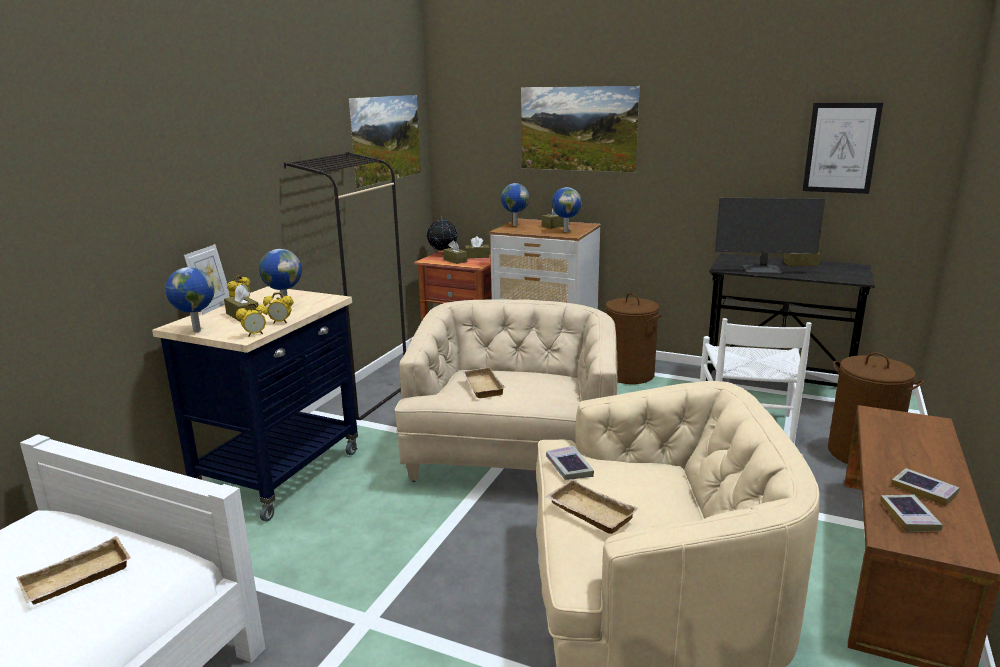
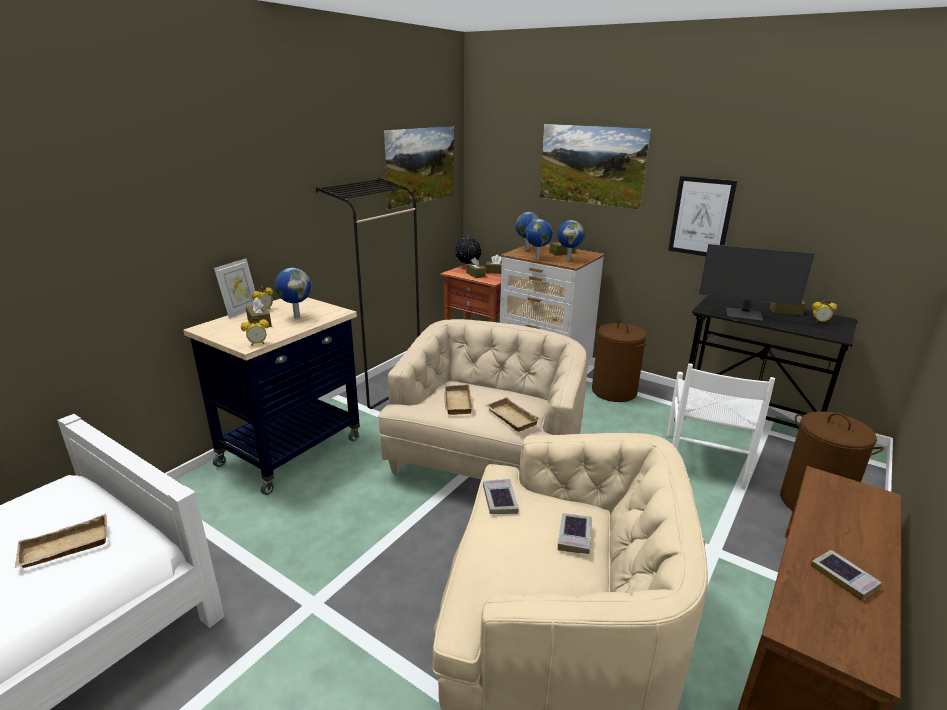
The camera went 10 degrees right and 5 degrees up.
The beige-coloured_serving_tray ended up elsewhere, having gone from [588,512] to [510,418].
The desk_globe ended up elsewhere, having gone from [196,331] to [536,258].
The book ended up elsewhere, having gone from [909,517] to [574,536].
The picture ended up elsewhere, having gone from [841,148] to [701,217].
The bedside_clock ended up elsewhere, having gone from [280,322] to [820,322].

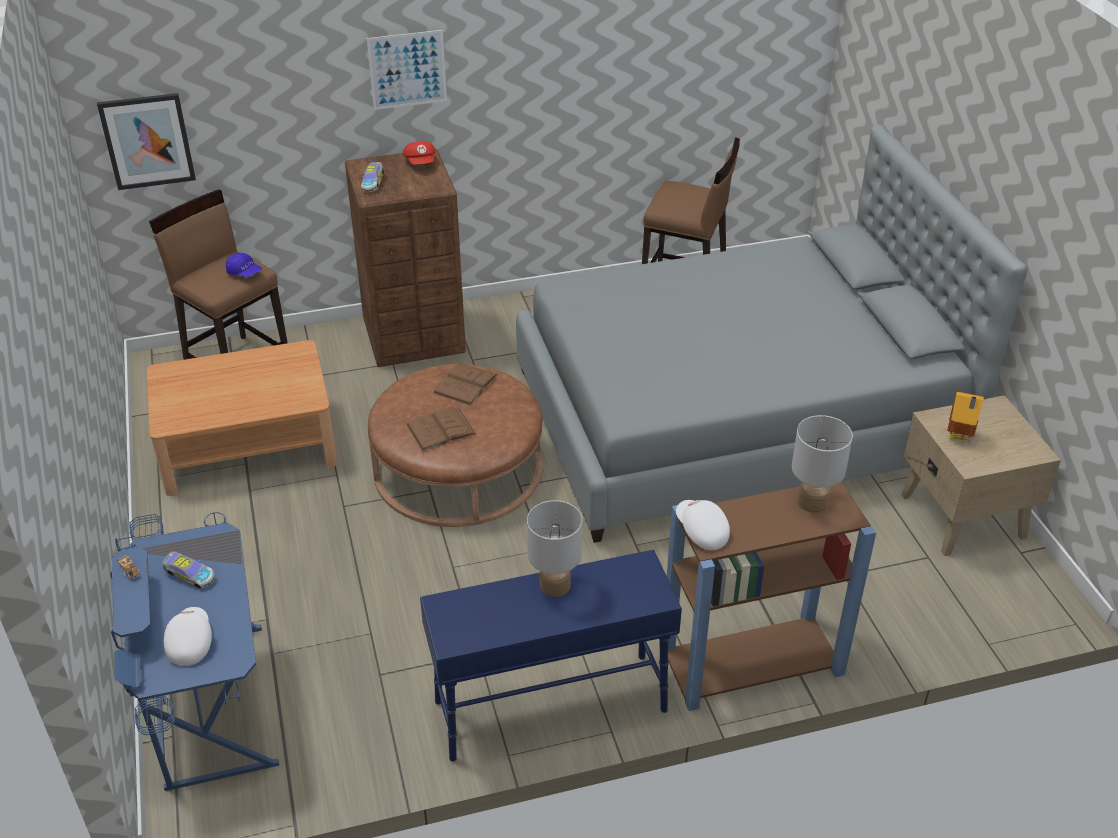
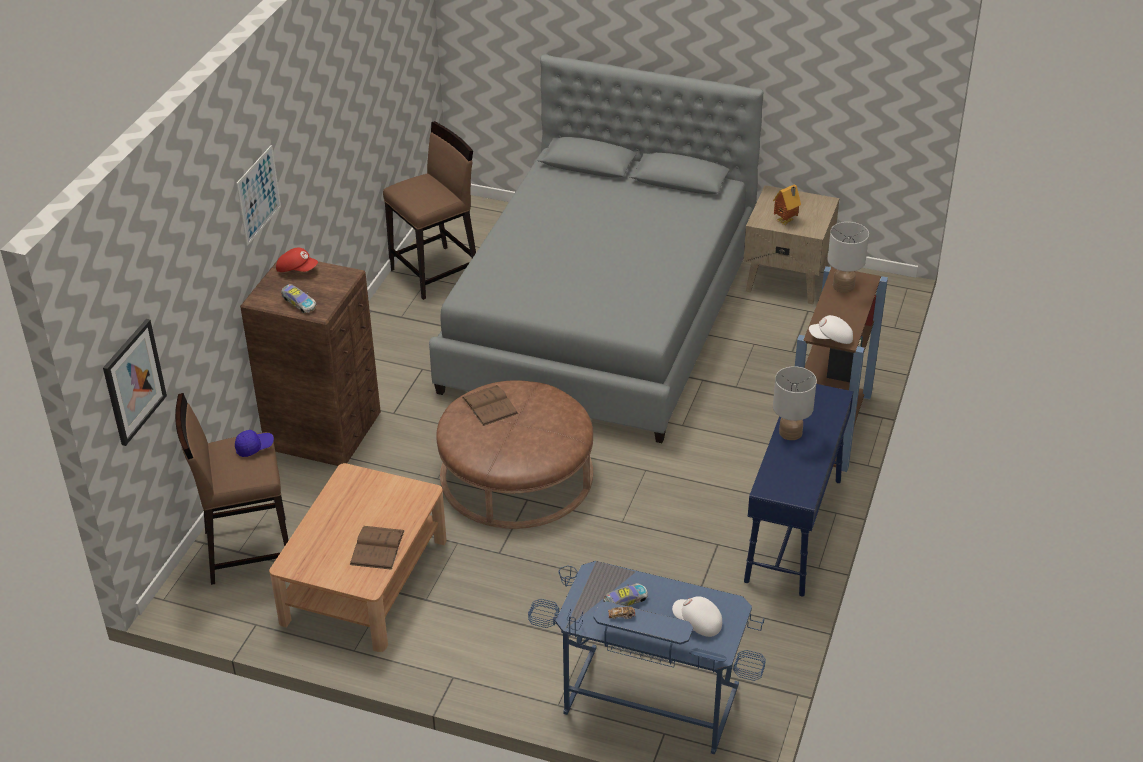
The camera went 55 degrees left and 0 degrees up.
The brown-coloured_book ended up elsewhere, having gone from [441,429] to [377,547].

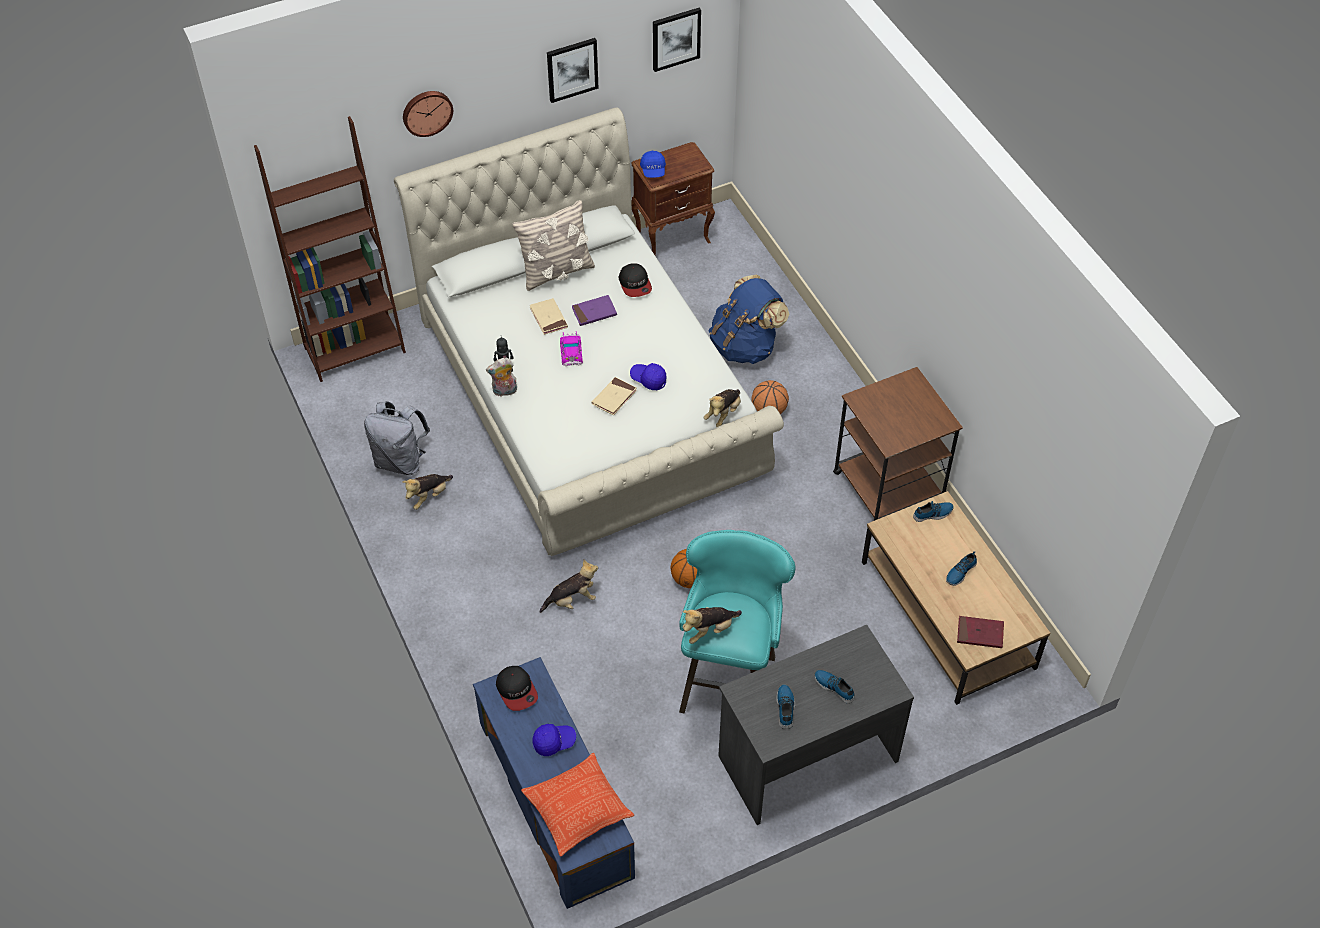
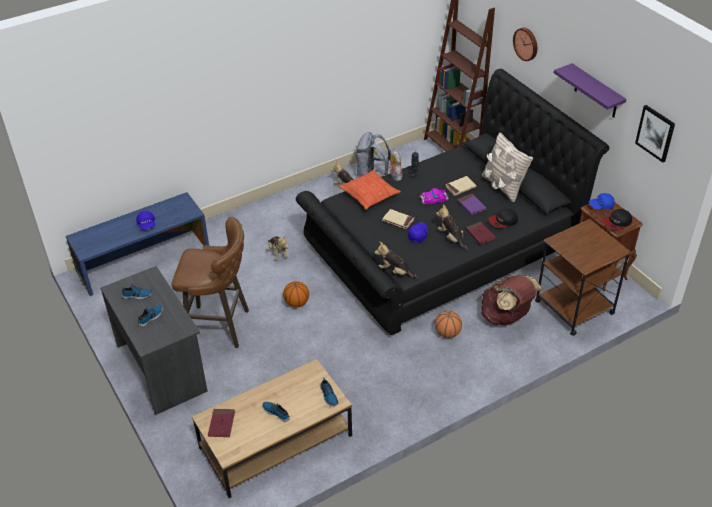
The camera went 85 degrees right and 10 degrees down.
What was the turquoise-coloured_stool_seat at [729,679] turned into the brown-coloured_stool_seat at [220,327].
What was the beige-coloured_bedroom_bed at [589,391] turned into the black_bedroom_bed at [443,244].
The orange-coloured_pillow ended up elsewhere, having gone from [578,810] to [369,195].
The cuddly_toy ended up elsewhere, having gone from [709,630] to [451,238].
The second view gained the reddish_book at [480,234].
What was the blue-coloured_backpack at [745,345] turned into the brown-coloured_backpack at [506,317].
The brown-coloured_wheeled_cart ended up elsewhere, having gone from [888,489] to [573,308].
Where the picture hung at [572,69], the purplish_bracket_shelf came to hang at [596,92].
The baseball_cap ended up elsewhere, having gone from [517,690] to [617,222].

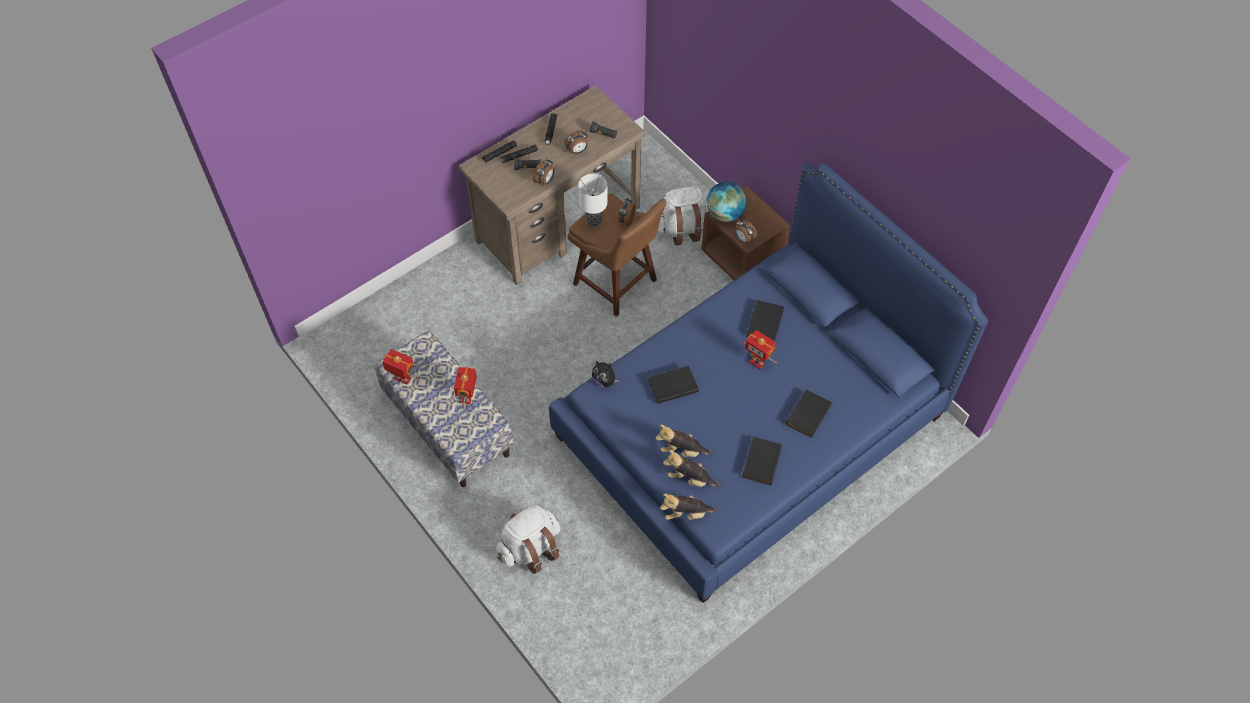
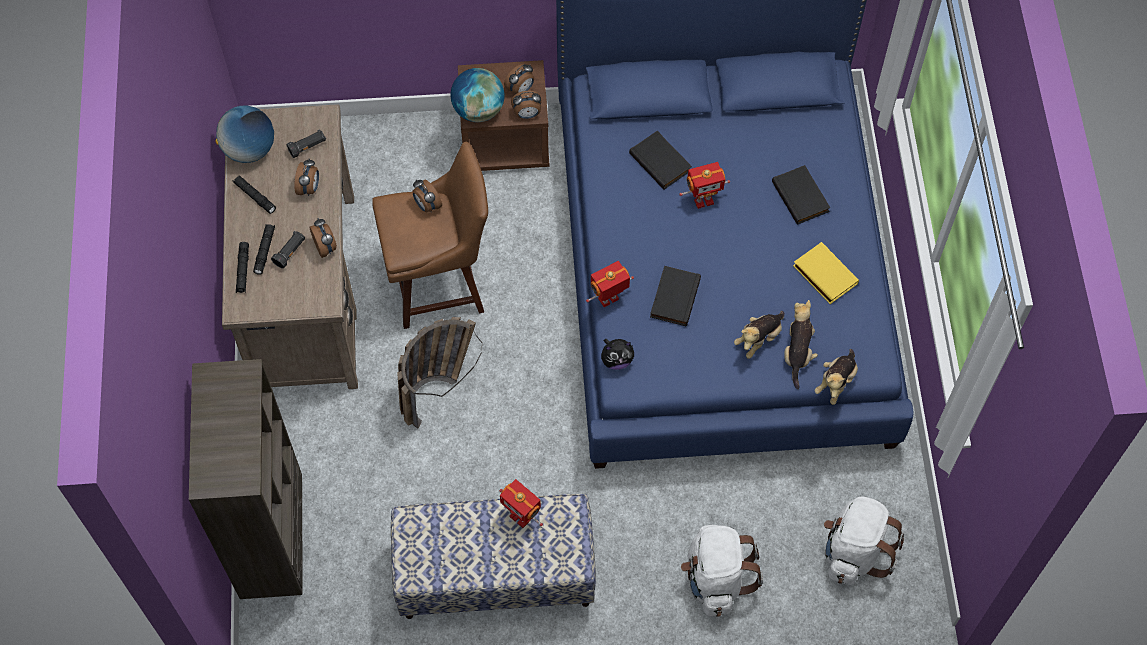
The camera went 55 degrees left and 5 degrees up.
The second view gained the brown-coloured_bookcase at [274,545].
The second view gained the desk_globe at [249,149].
The second view gained the basket at [437,389].
The second view gained the bedside_clock at [520,89].
The robot_figure ended up elsewhere, having gone from [402,379] to [609,300].
The cuddly_toy at [690,478] ended up facing another way, 135 degrees clockwise from before.
What was the black_book at [760,461] turned into the yellow_book at [823,275].
The white_backpack ended up elsewhere, having gone from [682,229] to [854,551].
The second view lost the tabletop_lamp at [593,220].

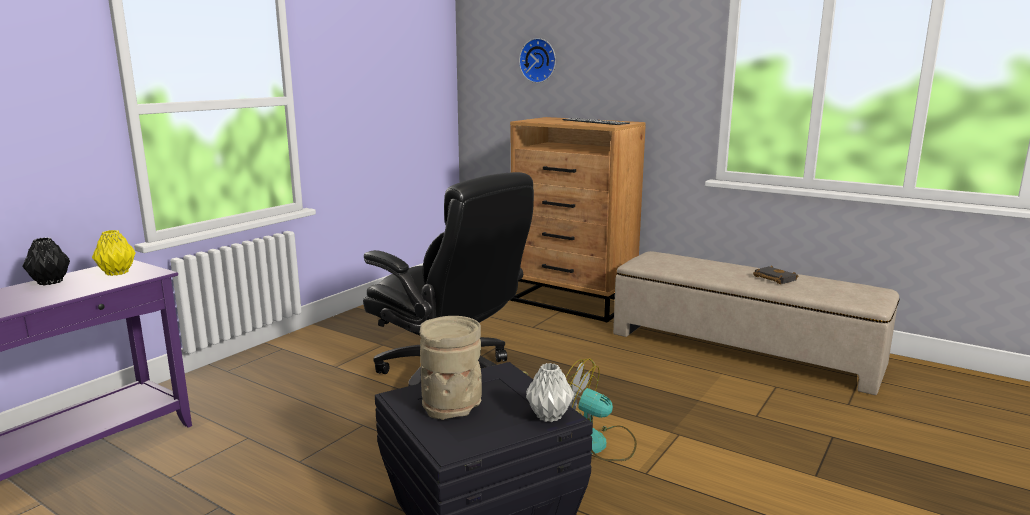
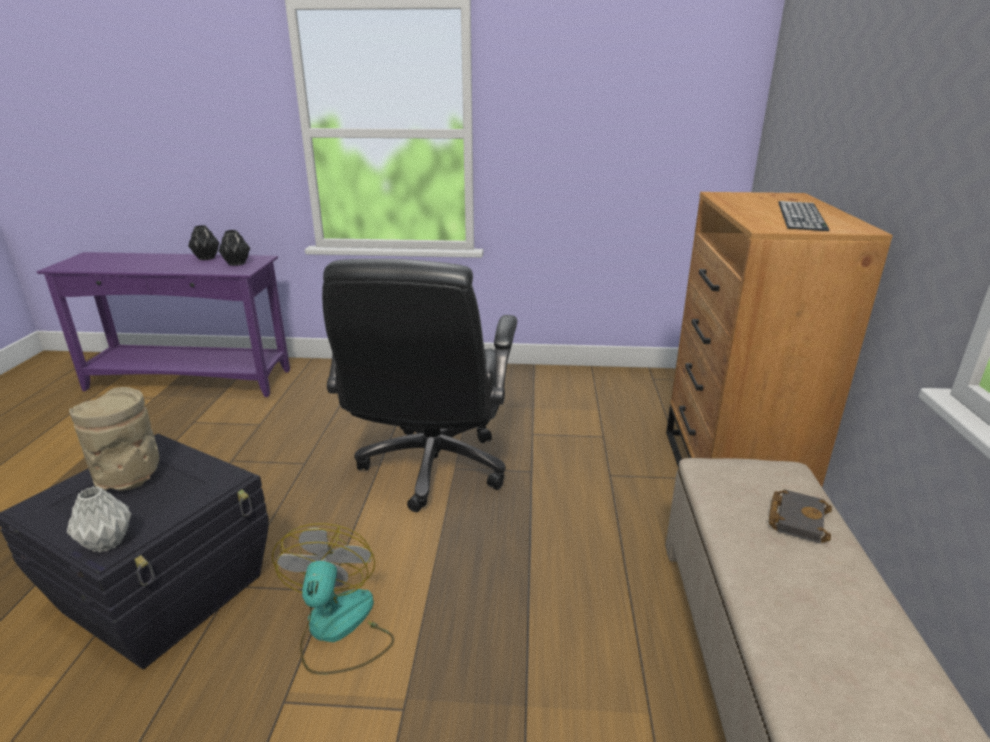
The camera went 60 degrees right and 10 degrees up.
What was the yellow_decorative_vase at [116,273] turned into the black_decorative_vase at [237,263].
The black_book ended up elsewhere, having gone from [773,278] to [796,518].
The second view lost the wall_clock at [539,60].

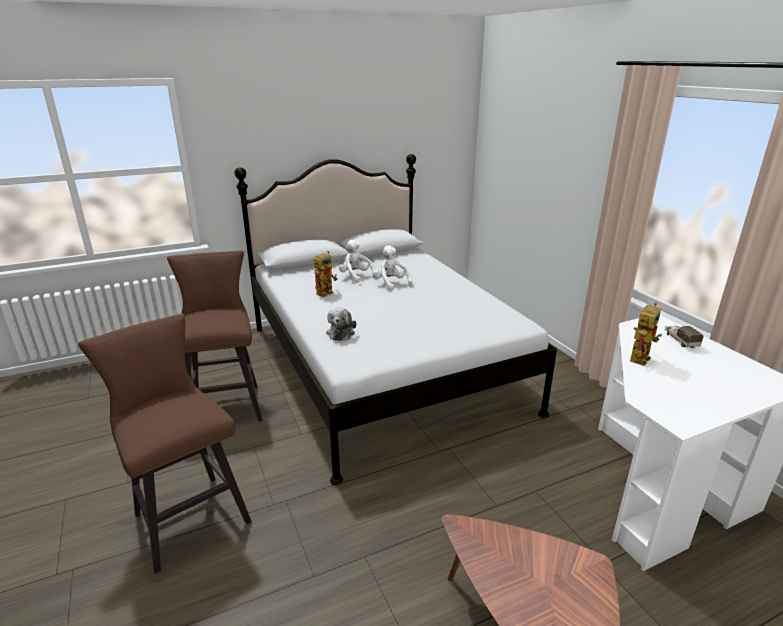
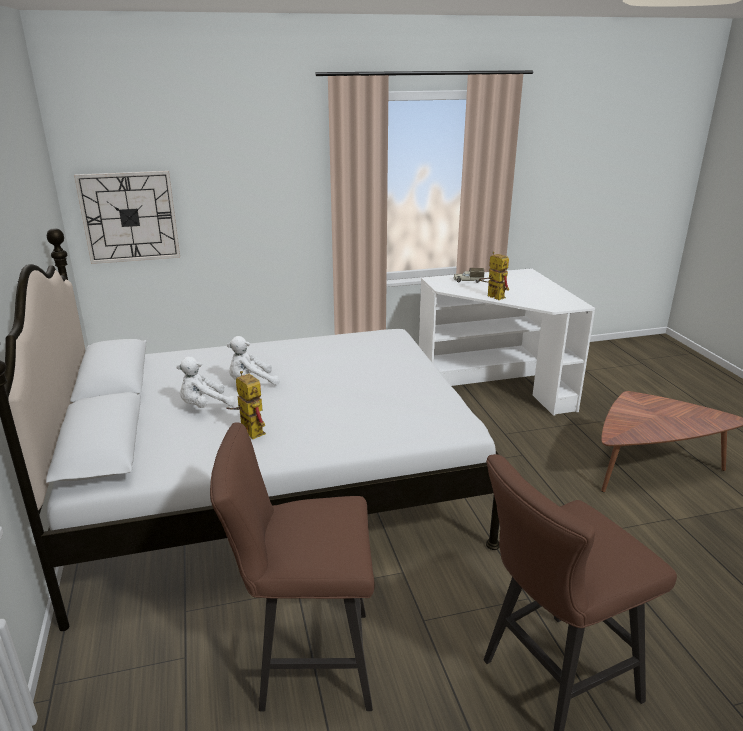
The camera went 80 degrees left and 0 degrees up.
The second view gained the wall_clock at [129,217].
The second view lost the cuddly_toy at [341,332].

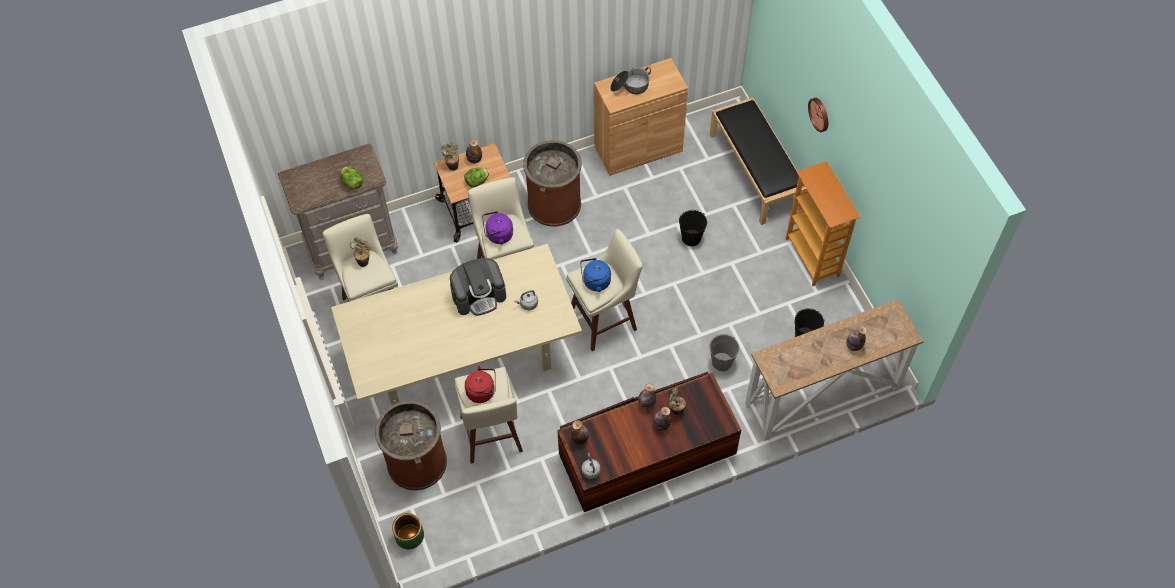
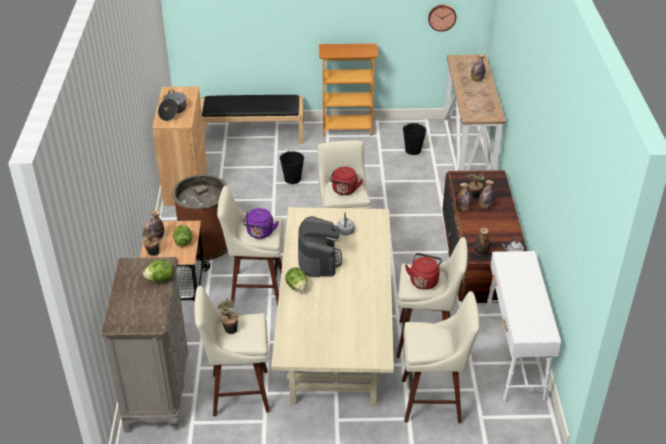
The camera went 70 degrees left and 20 degrees down.
The second view gained the head_of_lettuce at [297,287].
What was the blue-coloured_kettle at [595,282] turned into the reddish_kettle at [344,191].
Where the brown-coloured_waste_bin stood at [416,462], the beige-coloured_stool_seat came to stand at [433,401].
The wall_clock ended up elsewhere, having gone from [820,114] to [442,17].
The second view gained the white_console_table at [513,354].
The second view lost the green-coloured_flower_pot at [409,536].
The second view lost the grey_pail at [722,362].

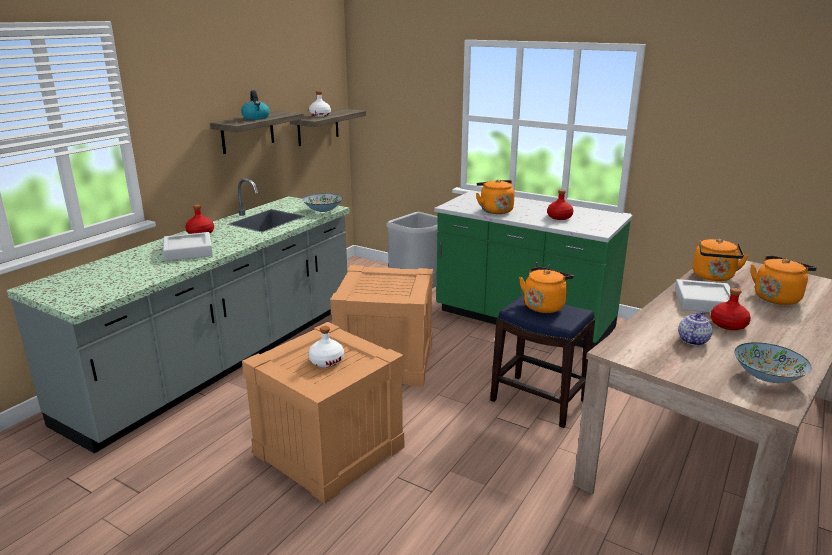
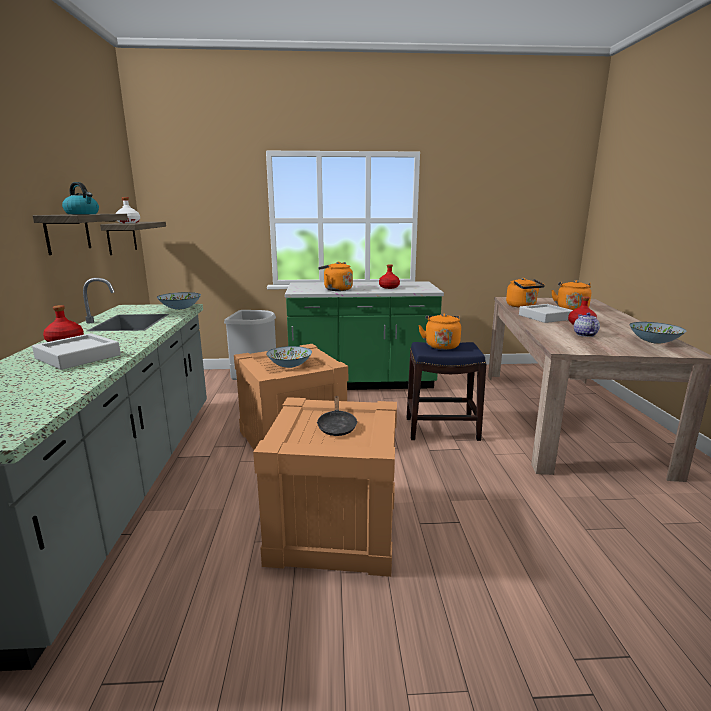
The camera went 35 degrees left and 5 degrees down.
The second view gained the bowl at [290,365].
Where the white_drink_bottle stood at [326,361], the black_frying_pan came to stand at [337,426].

